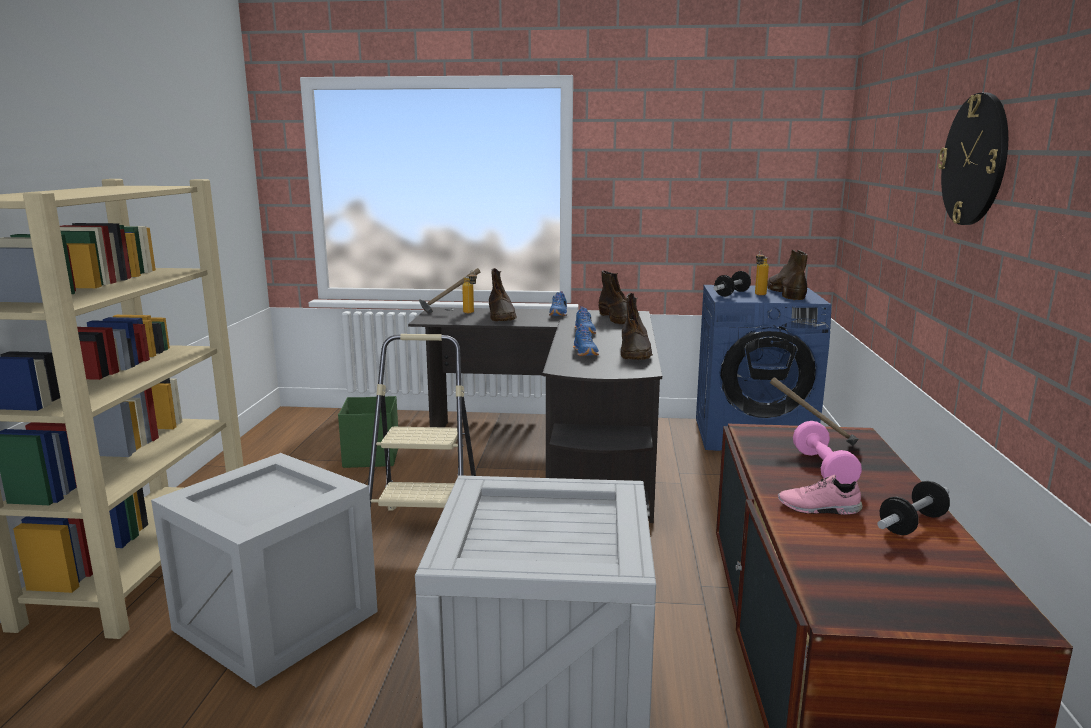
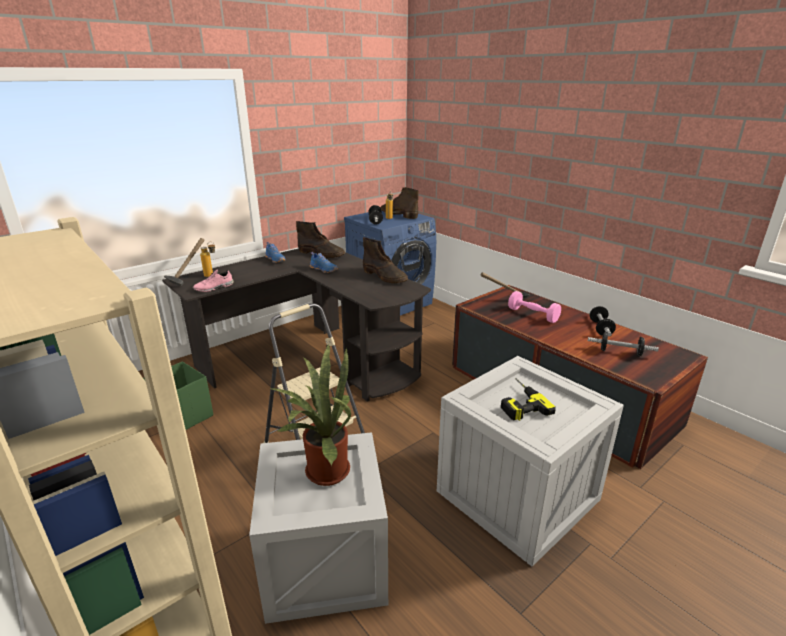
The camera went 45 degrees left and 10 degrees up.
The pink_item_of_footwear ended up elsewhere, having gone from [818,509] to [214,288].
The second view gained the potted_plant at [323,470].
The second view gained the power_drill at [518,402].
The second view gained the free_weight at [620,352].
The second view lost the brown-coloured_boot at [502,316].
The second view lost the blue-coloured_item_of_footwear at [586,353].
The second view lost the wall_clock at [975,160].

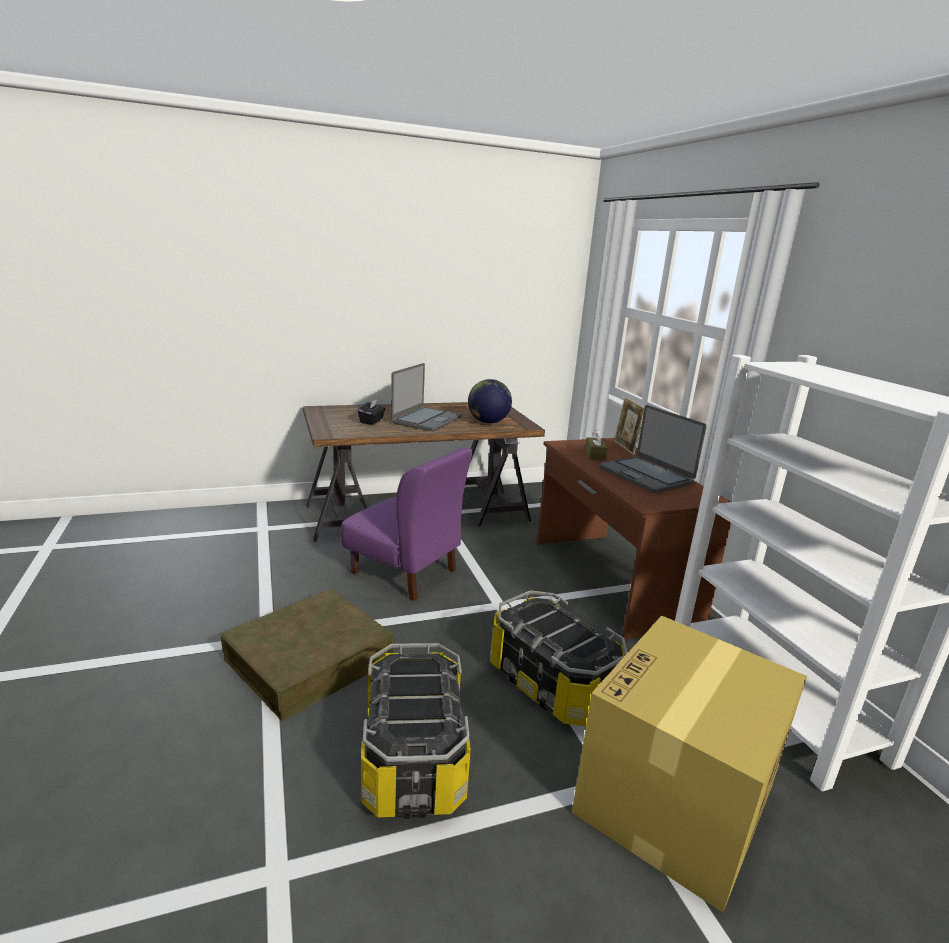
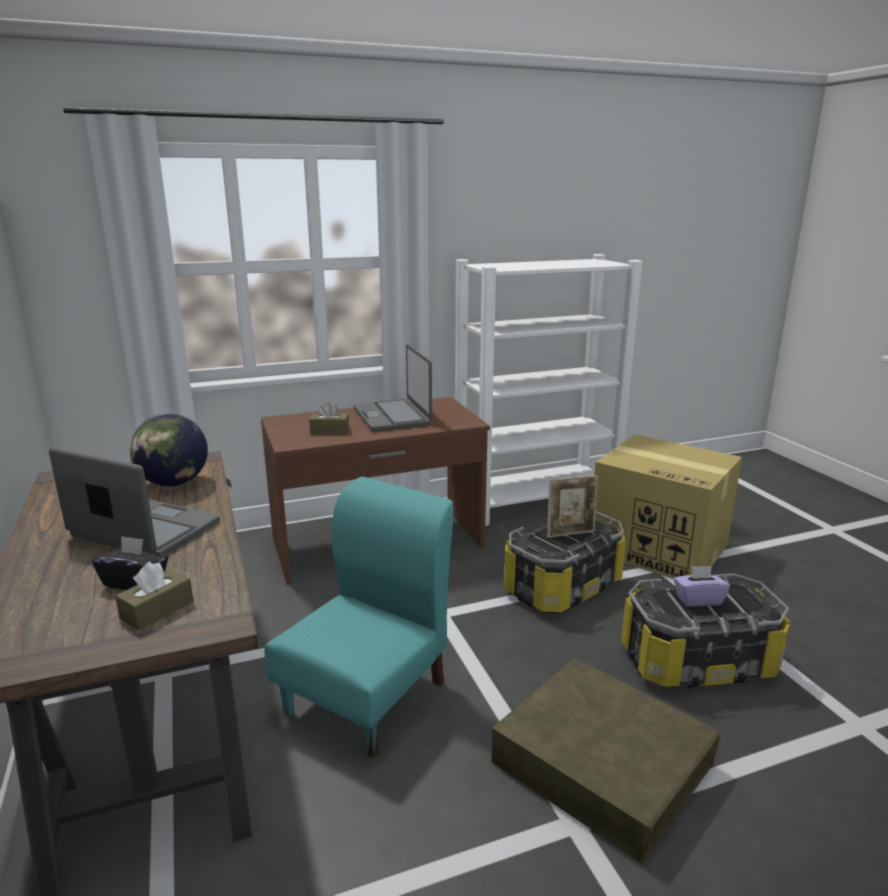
The camera went 90 degrees left and 0 degrees up.
The second view gained the brown-coloured_box_of_tissues at [157,610].
What was the purplish_plain_chair at [404,572] turned into the turquoise-coloured_plain_chair at [368,697].
The laptop at [646,475] ended up facing another way, 105 degrees clockwise from before.
The standing_frame ended up elsewhere, having gone from [625,448] to [570,533].
The second view gained the purplish_box_of_tissues at [698,600].

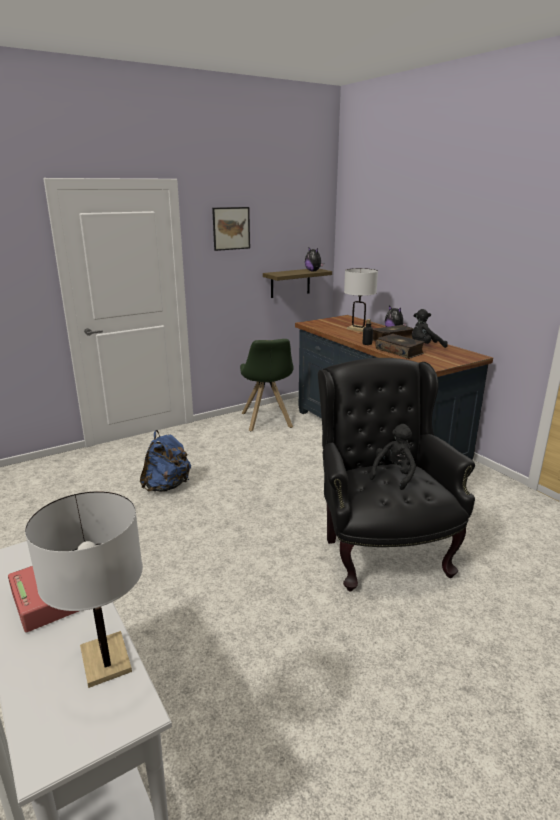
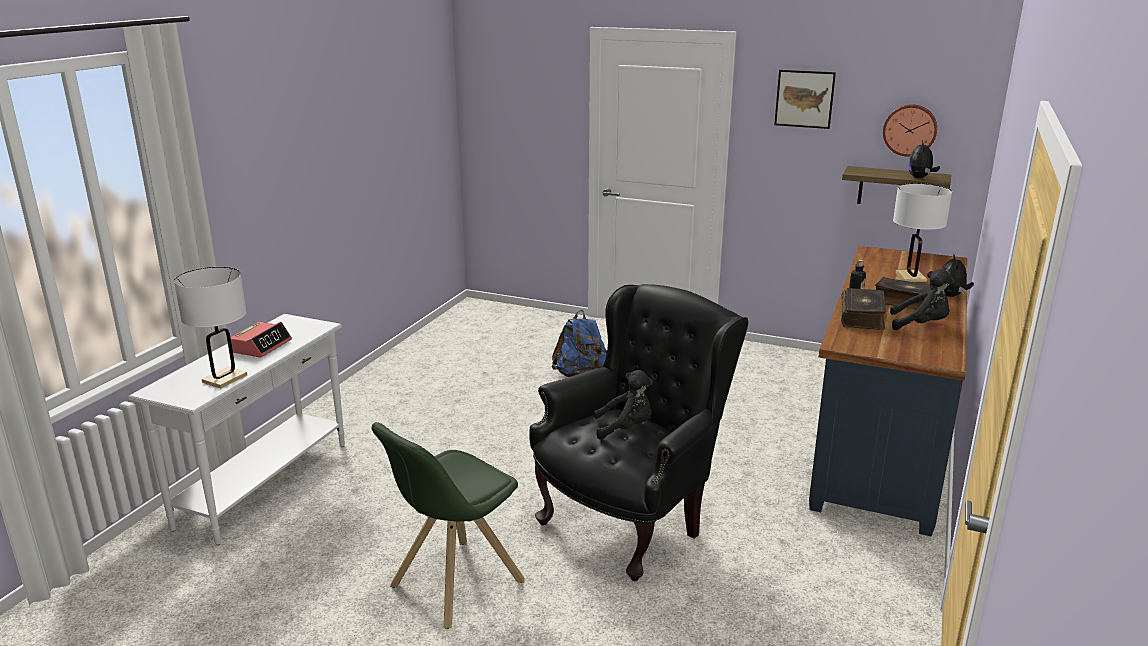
The camera went 55 degrees right and 0 degrees up.
The green-coloured_plain_chair ended up elsewhere, having gone from [267,420] to [455,583].
The second view gained the wall_clock at [910,130].
The black_cuddly_toy at [425,346] ended up facing another way, 150 degrees clockwise from before.

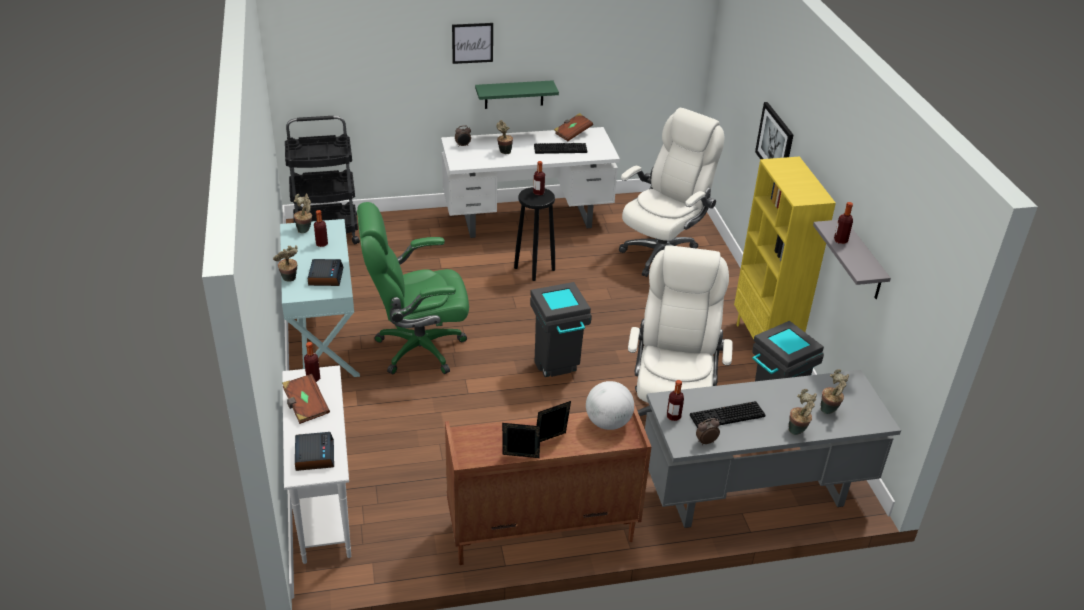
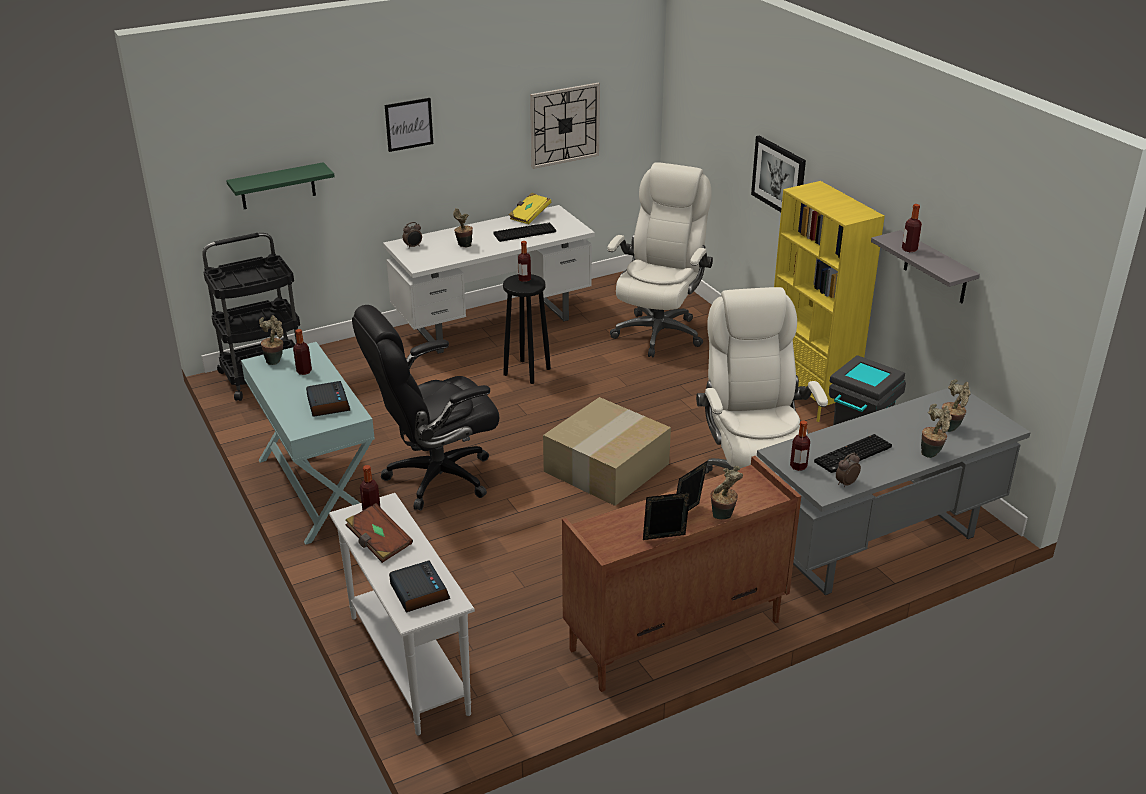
The camera went 15 degrees left and 5 degrees down.
The green-coloured_bracket_shelf ended up elsewhere, having gone from [514,94] to [277,186].
What was the green-coloured_computer_chair at [418,349] turned into the black_computer_chair at [436,478].
What was the brown-coloured_book at [572,133] turned into the yellow_book at [529,216].
The second view gained the wall_clock at [564,125].
Where the grey_waste_bin stood at [557,371], the carton came to stand at [606,468].
The potted_plant ended up elsewhere, having gone from [289,279] to [723,516].
The second view lost the desk_globe at [608,423].

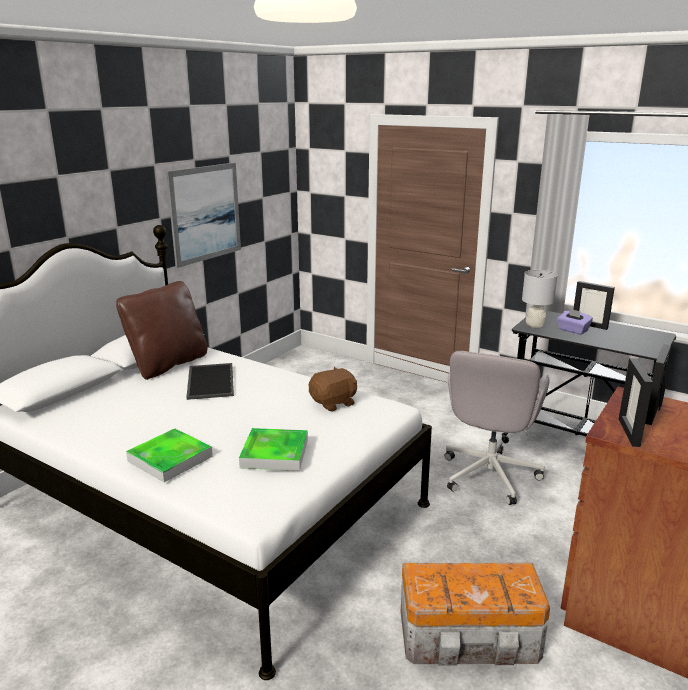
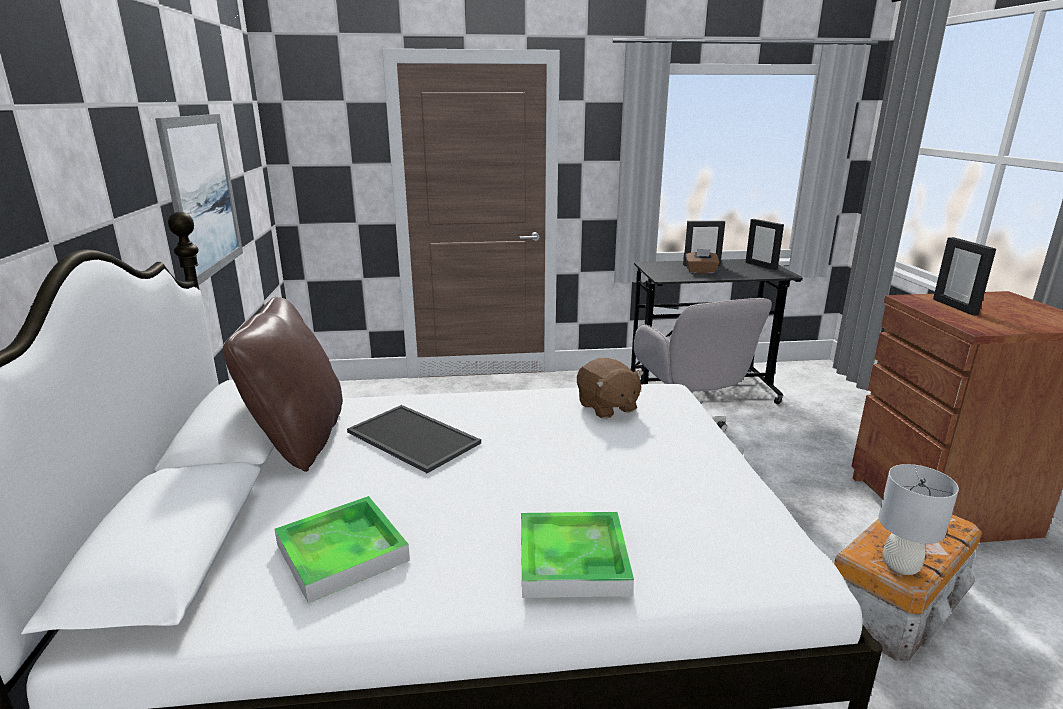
The camera went 40 degrees left and 0 degrees up.
The serving_tray ended up elsewhere, having gone from [275,453] to [342,552].
The brown-coloured_cuddly_toy at [334,403] ended up facing another way, 135 degrees clockwise from before.
What was the purplish_box_of_tissues at [572,330] turned into the brown-coloured_box_of_tissues at [701,272].
The standing_frame ended up elsewhere, having gone from [630,432] to [761,266].
The grey_tabletop_lamp ended up elsewhere, having gone from [535,326] to [900,566].

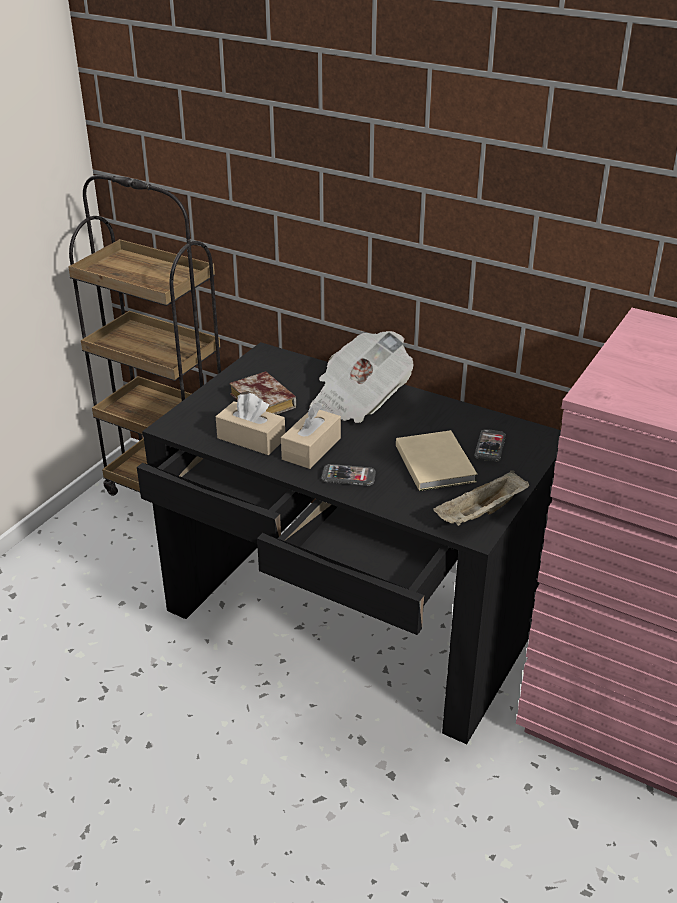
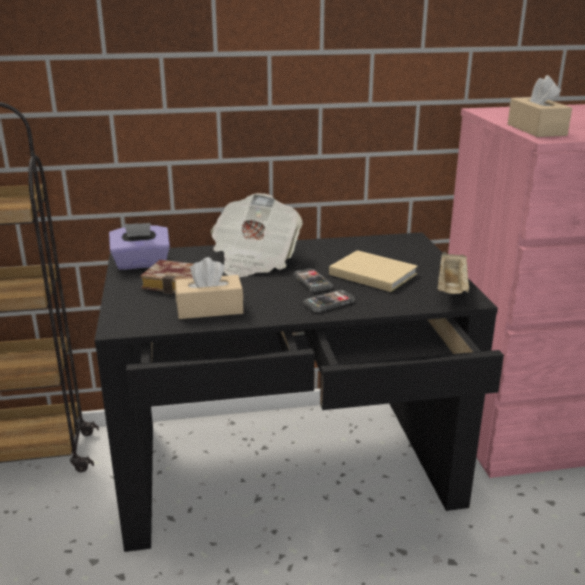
The camera went 40 degrees left and 10 degrees down.
The second view gained the purplish_box_of_tissues at [141,263].
The phone ended up elsewhere, having gone from [490,447] to [312,282].
The beige-coloured_box_of_tissues ended up elsewhere, having gone from [311,448] to [536,130].

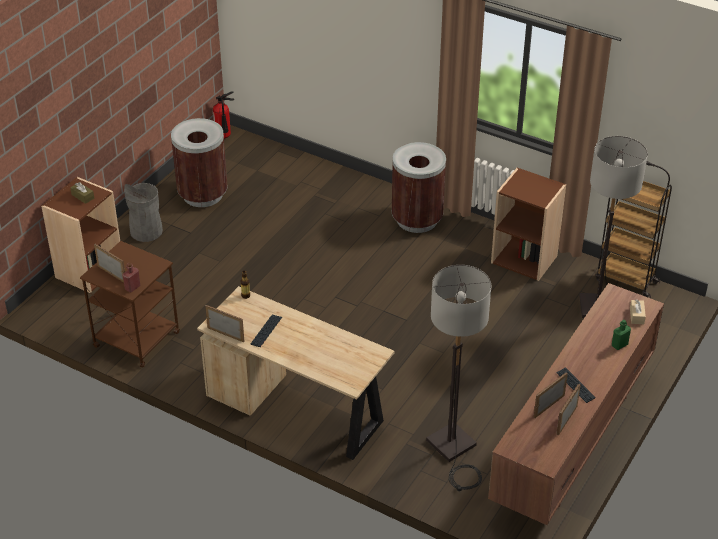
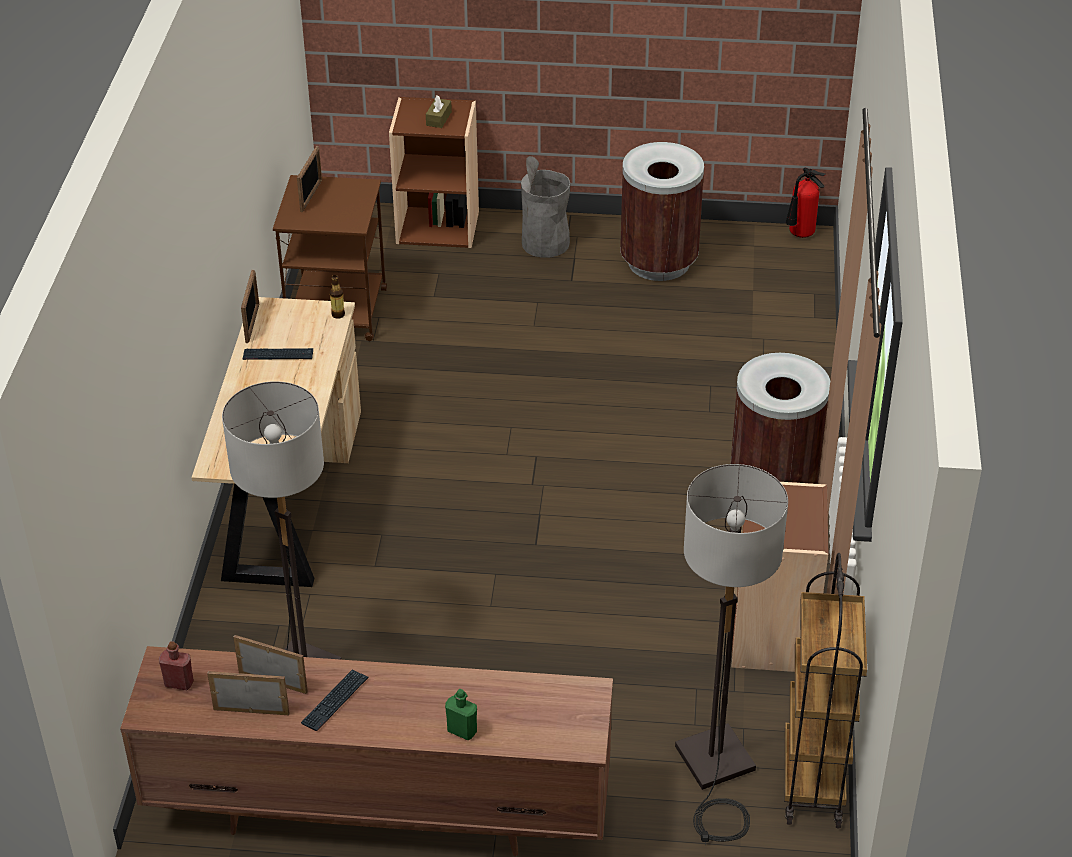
The camera went 65 degrees right and 0 degrees up.
The reddish_drink_bottle ended up elsewhere, having gone from [132,287] to [179,683].
The second view lost the beige-coloured_box_of_tissues at [636,315].

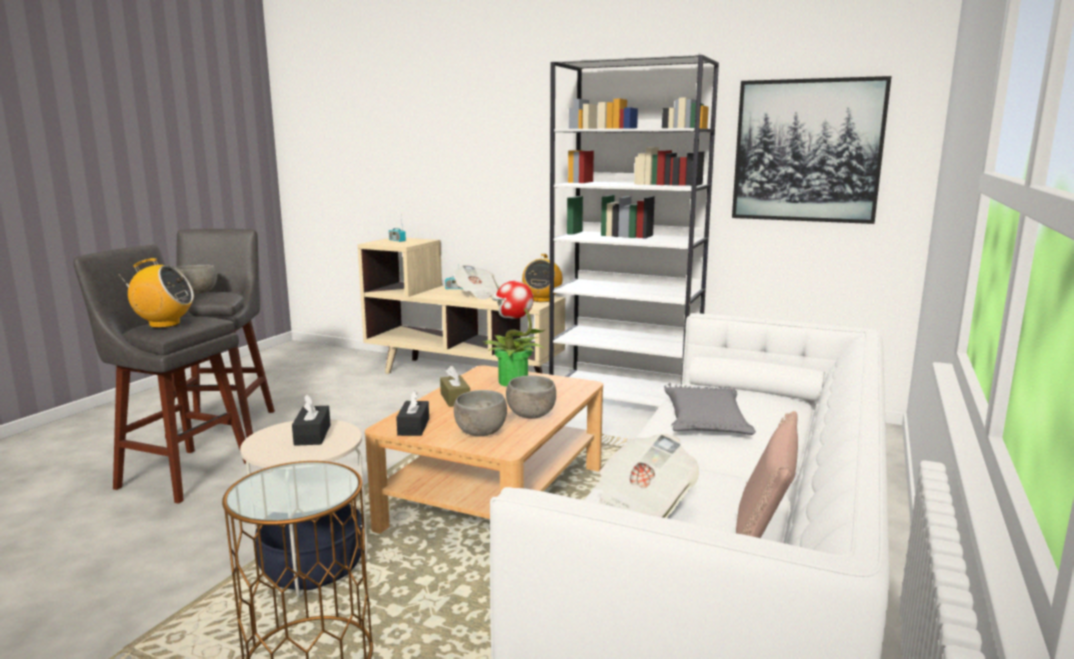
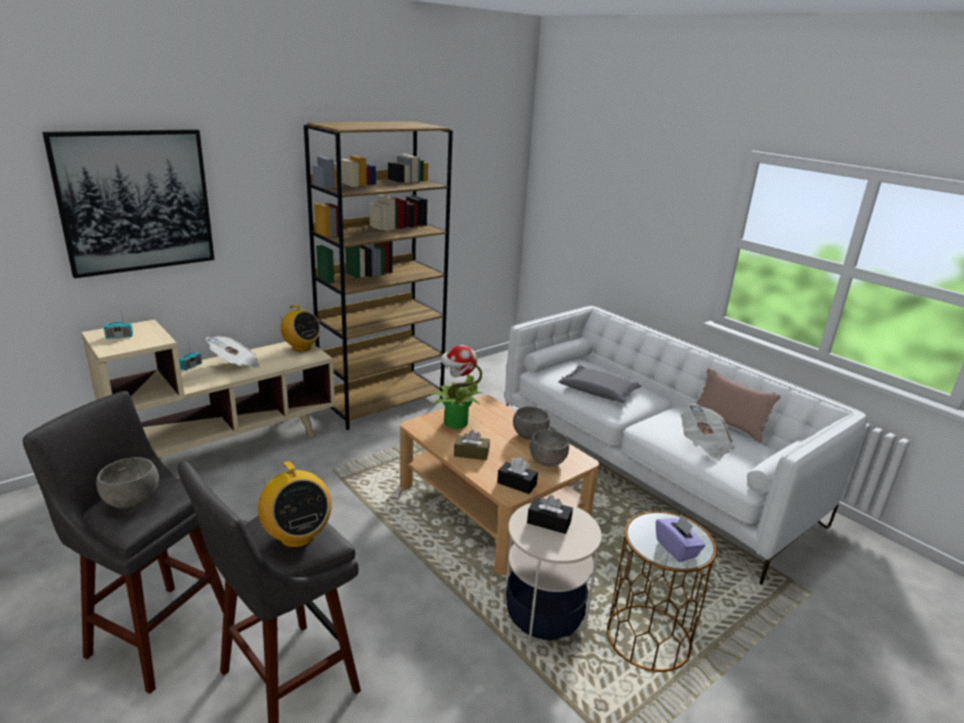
The camera went 65 degrees left and 10 degrees up.
The picture ended up elsewhere, having gone from [807,151] to [136,201].
The radio_receiver at [164,324] ended up facing another way, 120 degrees clockwise from before.
What was the white_bookcase at [625,399] turned into the brown-coloured_bookcase at [382,402].
The second view gained the purplish_box_of_tissues at [676,549].

